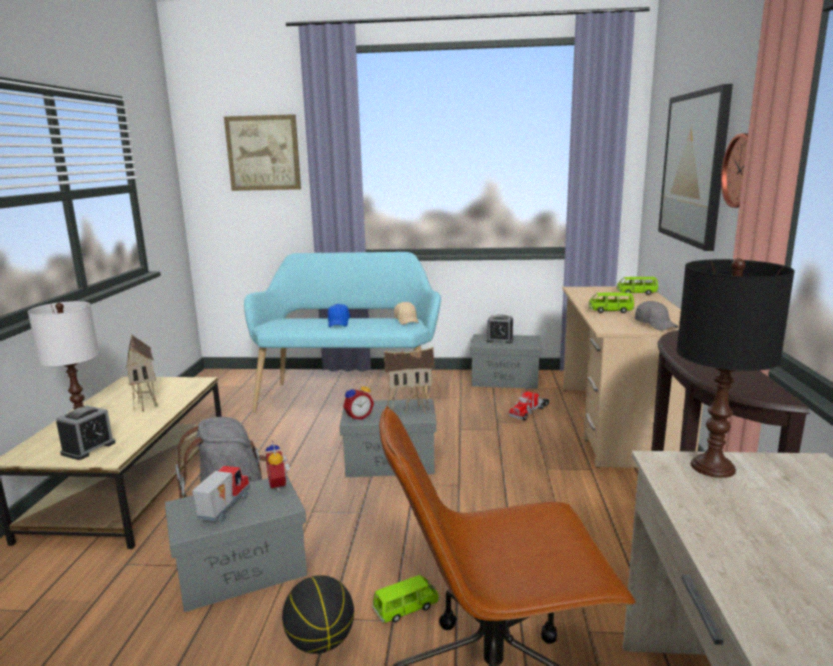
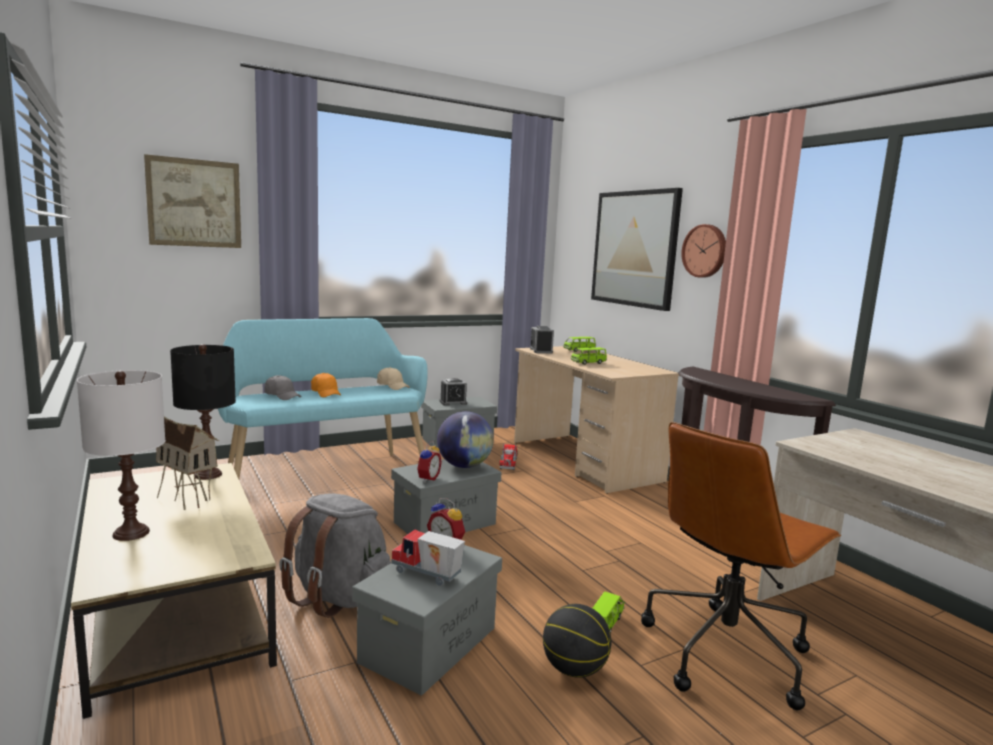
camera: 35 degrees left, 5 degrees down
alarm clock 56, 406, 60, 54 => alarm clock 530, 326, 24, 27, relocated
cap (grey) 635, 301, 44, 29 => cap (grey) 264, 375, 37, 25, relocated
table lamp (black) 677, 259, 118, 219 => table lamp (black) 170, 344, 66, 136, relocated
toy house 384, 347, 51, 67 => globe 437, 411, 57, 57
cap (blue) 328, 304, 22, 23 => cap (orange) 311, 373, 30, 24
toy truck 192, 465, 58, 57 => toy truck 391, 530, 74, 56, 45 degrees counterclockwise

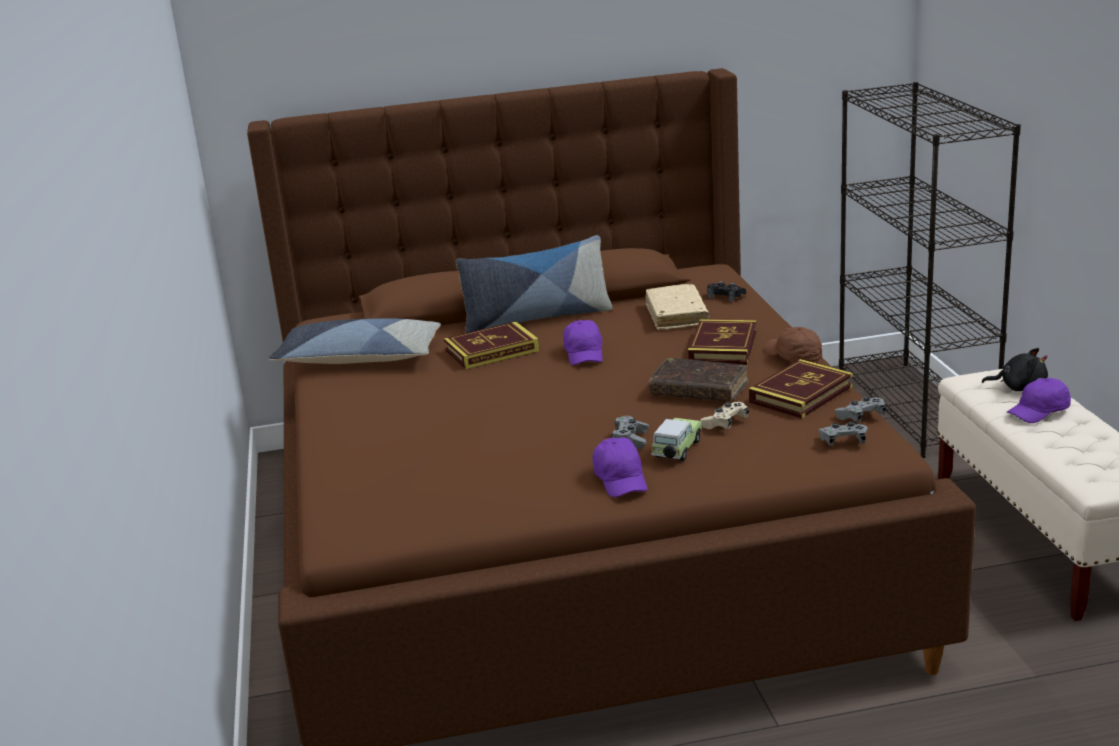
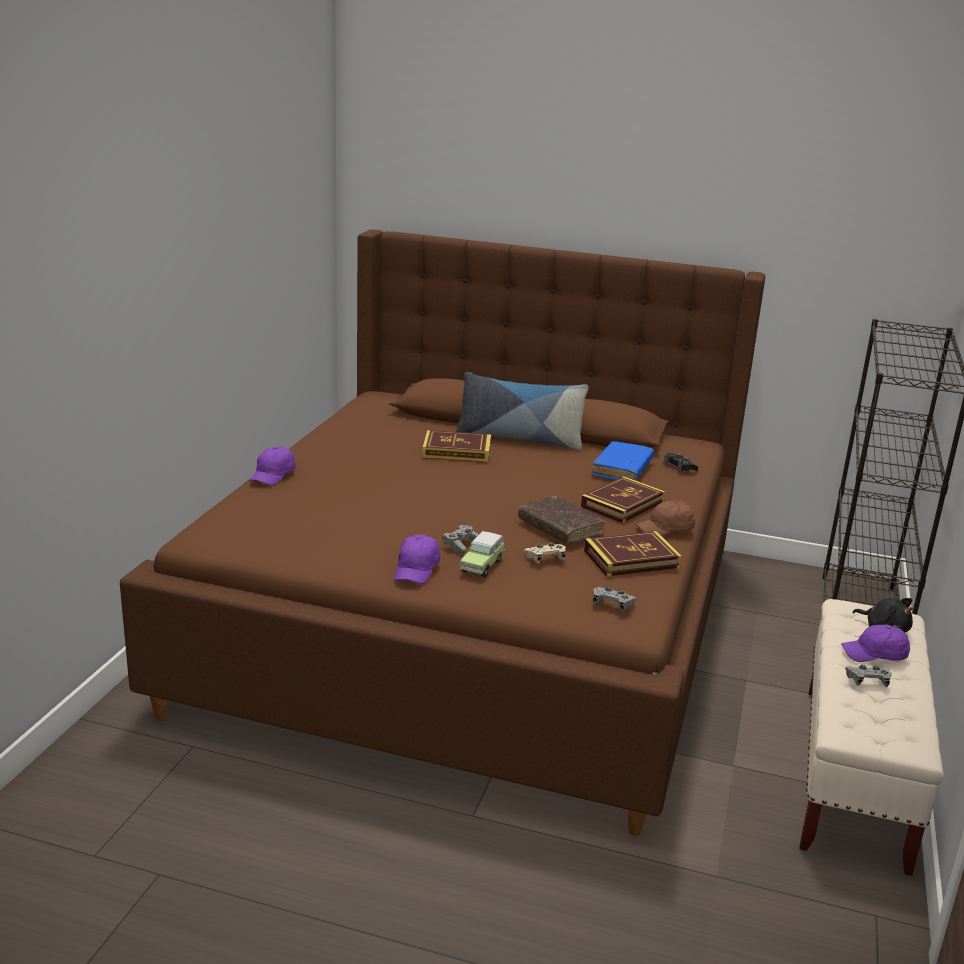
camera: 25 degrees right, 0 degrees up
pillow 269, 318, 172, 46 => nothing
cap (purple) 563, 320, 40, 45 => cap (purple) 249, 446, 47, 40, relocated
game controller (grey) 835, 397, 51, 26 => game controller (grey) 845, 665, 47, 22, relocated
book (beige) 645, 284, 64, 46 => book (blue) 592, 441, 62, 39
toy car 651, 418, 51, 43 => toy car 460, 531, 45, 46, 150 degrees clockwise
cap (brown) 764, 327, 58, 35 => cap (brown) 636, 501, 60, 35, 105 degrees counterclockwise

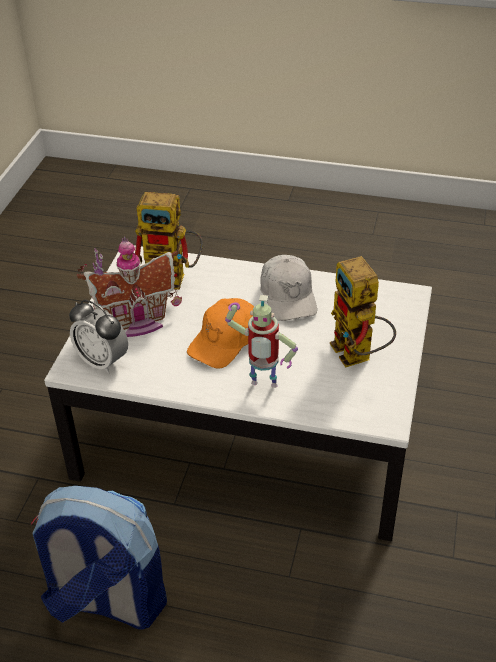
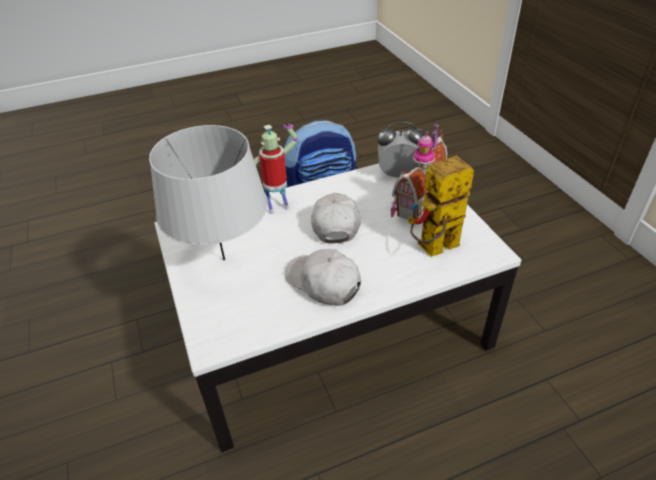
camera: 145 degrees right, 0 degrees up
toy robot 330, 256, 66, 112 => table lamp (grey) 149, 125, 119, 135
cap (orange) 187, 298, 67, 70 => cap (white) 311, 193, 50, 50

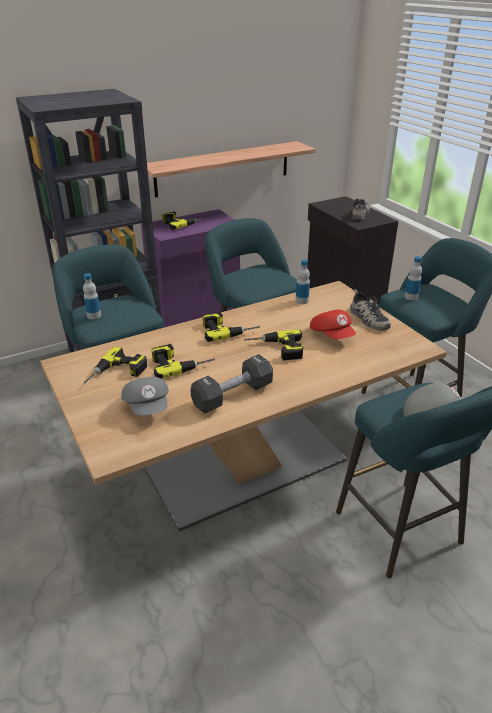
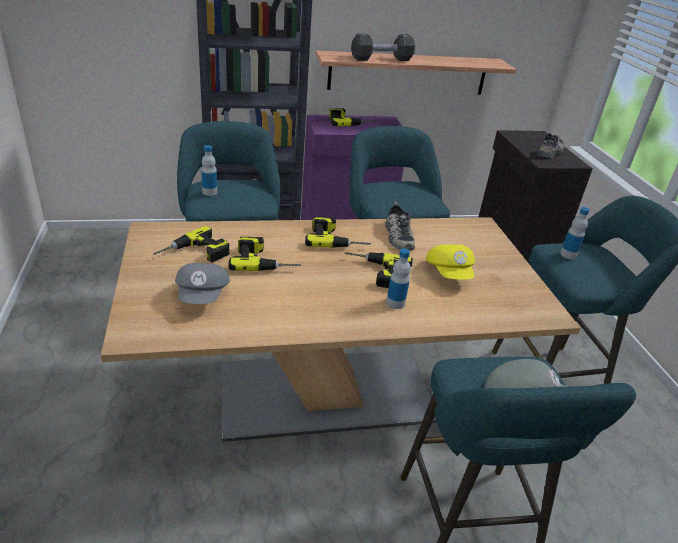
camera: 15 degrees right, 0 degrees up
dumbbell (black) 190, 354, 83, 59 => dumbbell (black) 351, 34, 64, 27, relocated
bottle 295, 260, 15, 44 => bottle 386, 248, 25, 61, relocated
shoe 350, 289, 41, 42 => shoe 385, 201, 30, 49, relocated
cap (red) 310, 310, 46, 29 => cap (yellow) 426, 245, 49, 35

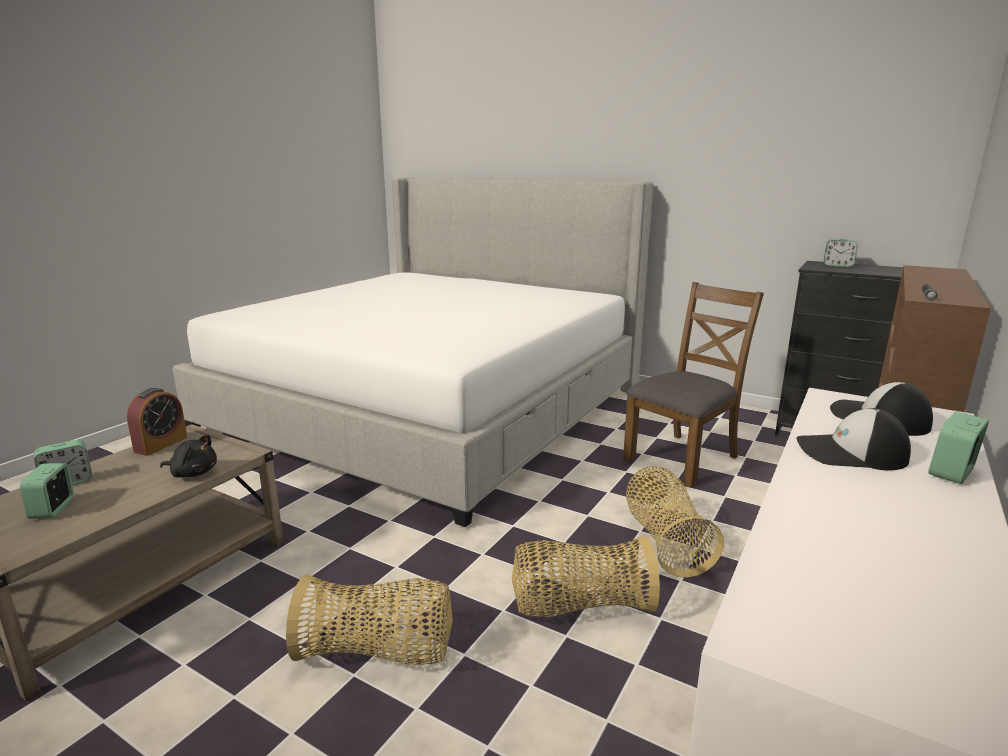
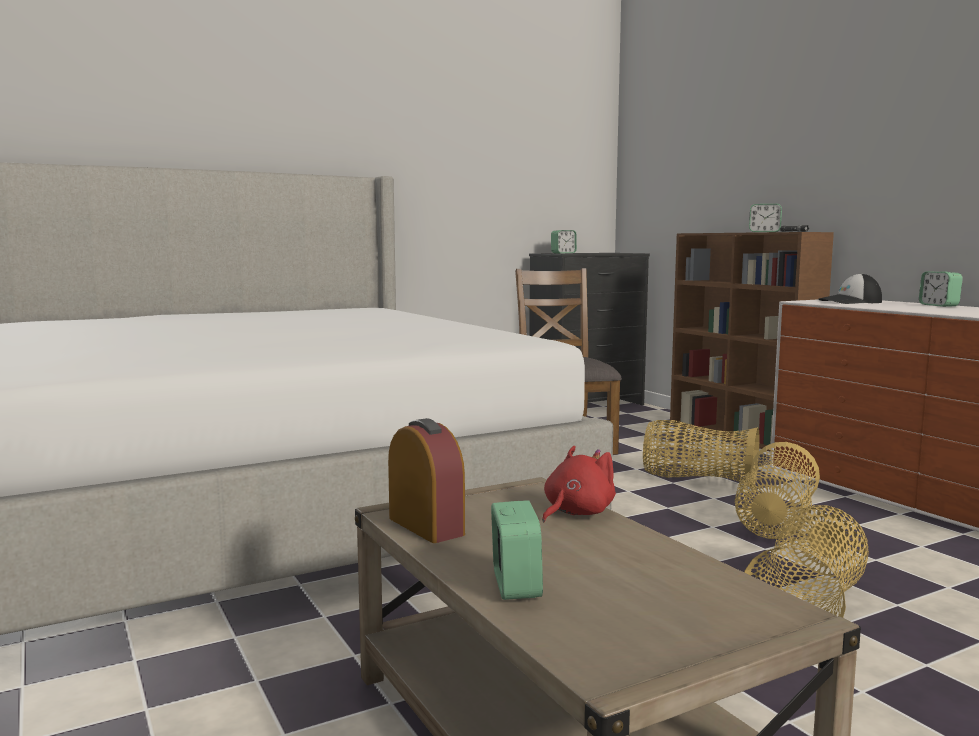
camera: 60 degrees left, 10 degrees down
cap 797, 408, 114, 62 => nothing
alarm clock 20, 463, 54, 56 => alarm clock 749, 204, 33, 28, relocated
plush toy (black) 160, 434, 57, 43 => plush toy (red) 542, 446, 74, 76

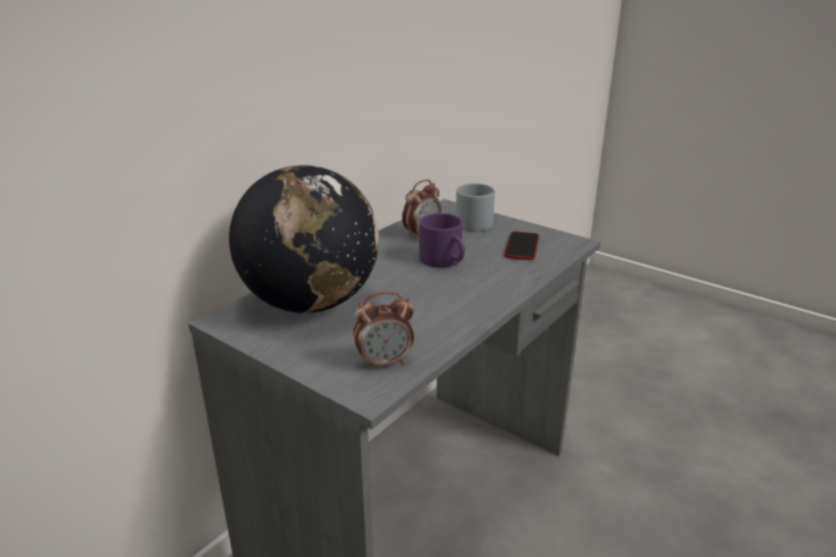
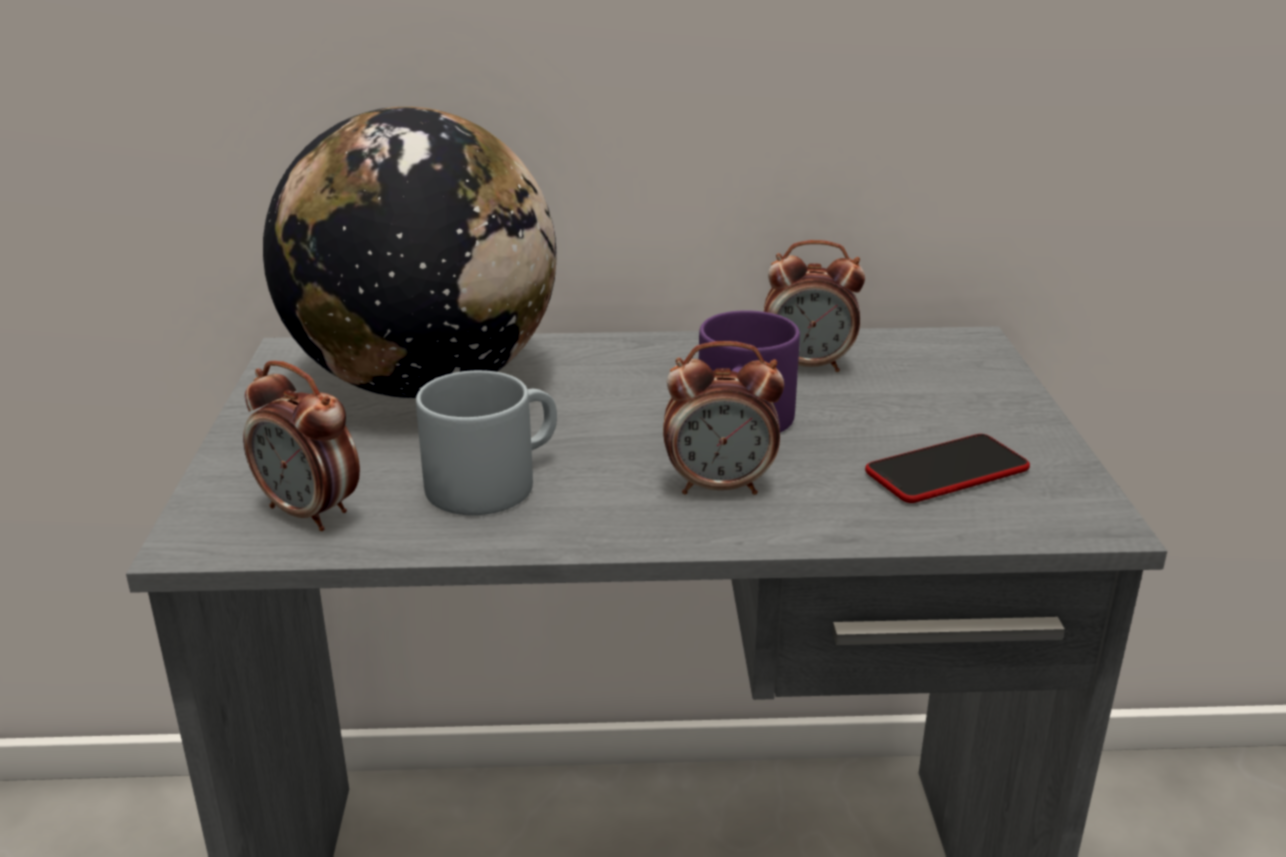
camera: 50 degrees right, 0 degrees up
nothing => alarm clock 663, 341, 121, 154
mug (grey) 456, 183, 39, 49 => mug (grey) 416, 370, 141, 145, relocated

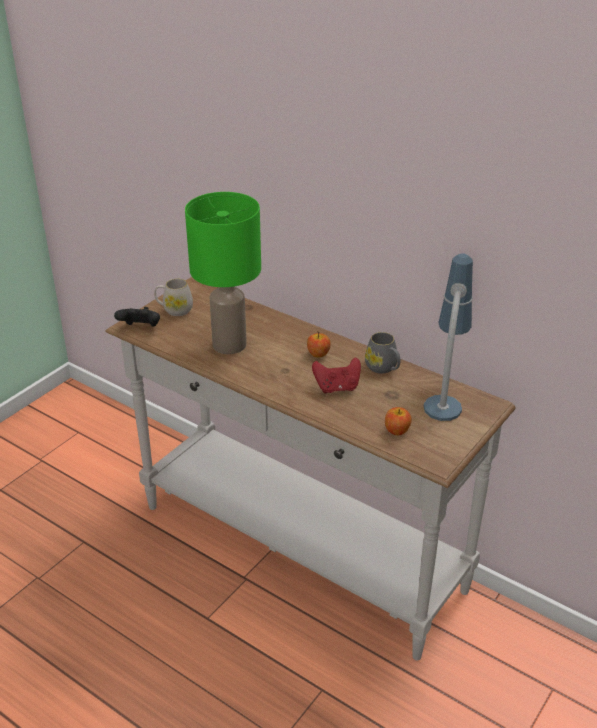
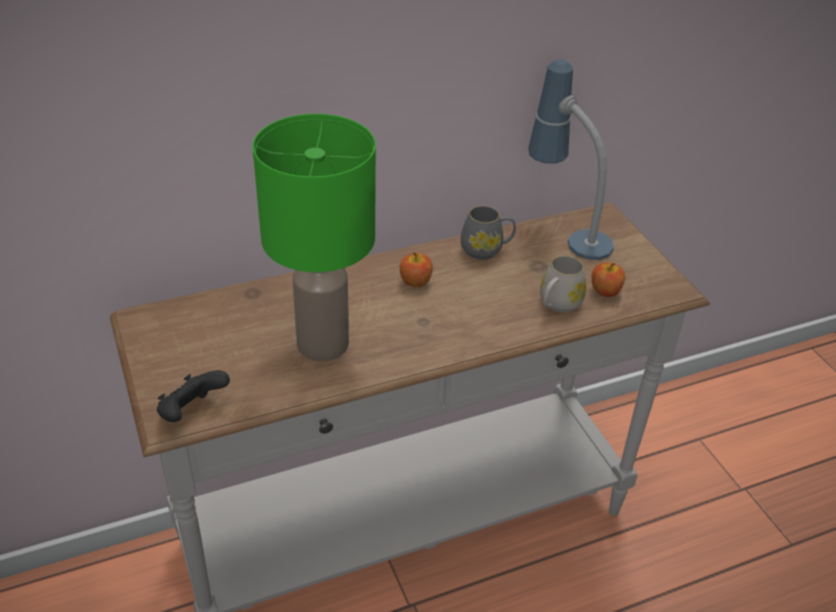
camera: 60 degrees left, 5 degrees up
game controller (red) 312, 358, 49, 35 => nothing
mug (white) 154, 279, 39, 37 => mug (white) 540, 255, 46, 57, relocated

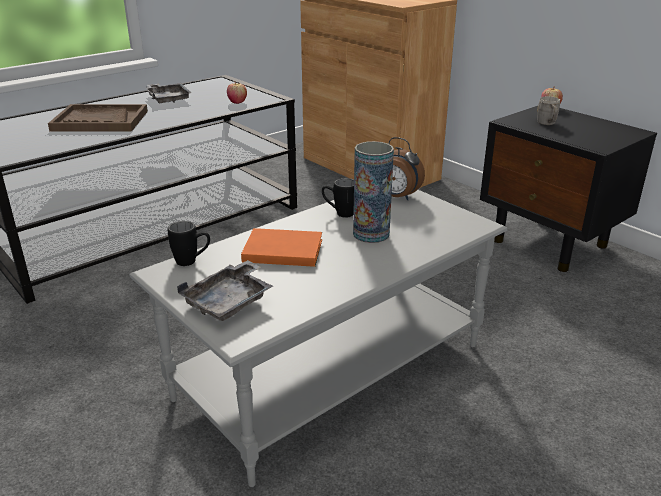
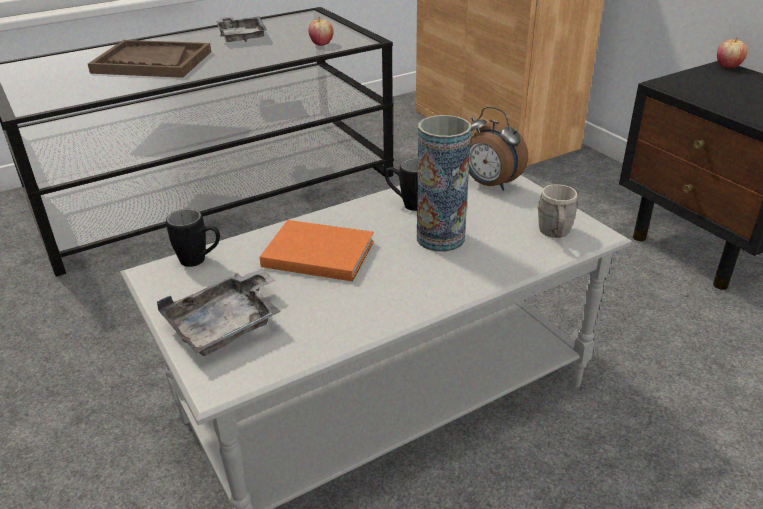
camera: 10 degrees right, 5 degrees up
mug (grey) 537, 96, 23, 29 => mug (grey) 537, 184, 40, 54, relocated

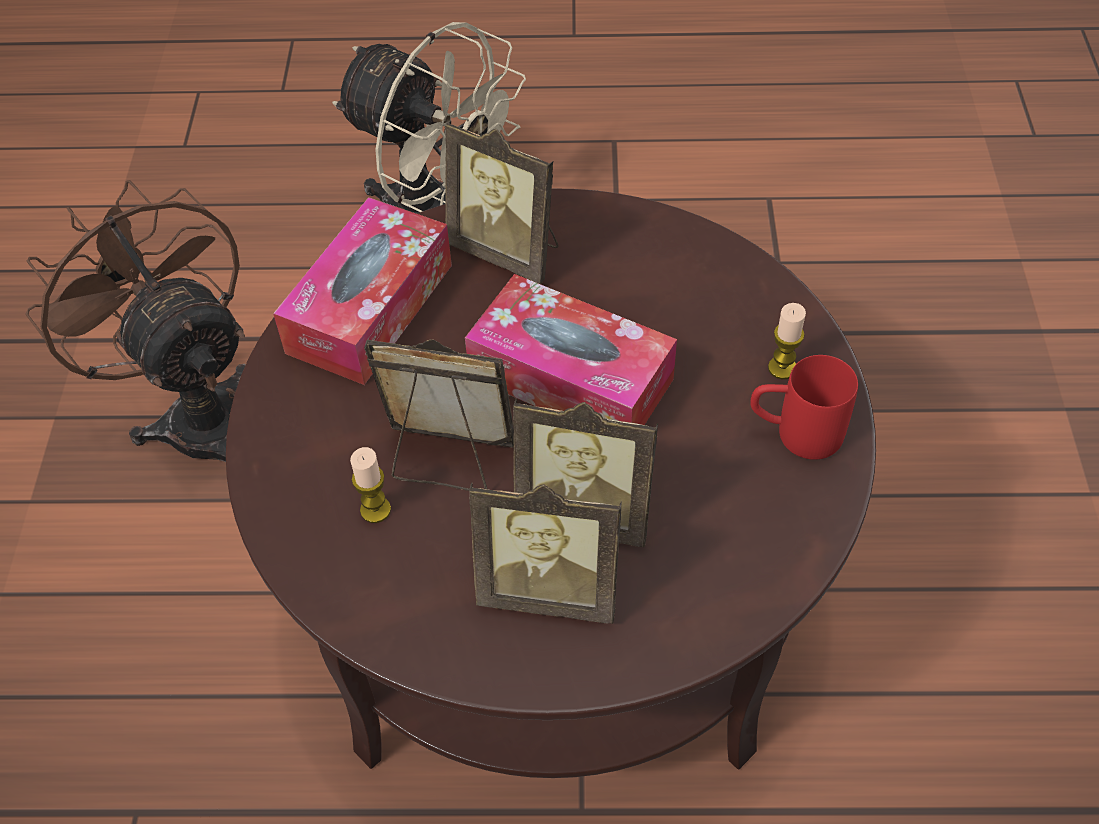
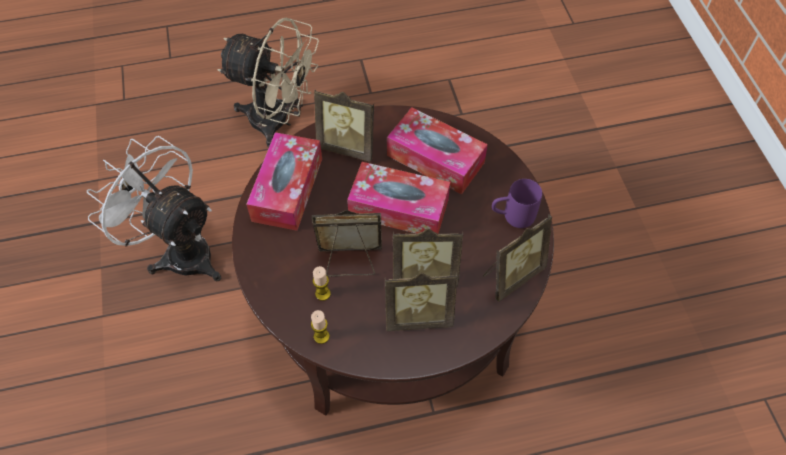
camera: 15 degrees left, 5 degrees up
nothing => tissue box 387, 107, 101, 87
nothing => picture frame 483, 214, 69, 88
candle 768, 303, 38, 76 => candle 311, 310, 19, 34, relocated
fan (brown) 26, 180, 220, 282 => fan (white) 87, 136, 134, 145
mug (red) 751, 355, 107, 105 => mug (purple) 492, 179, 50, 49

